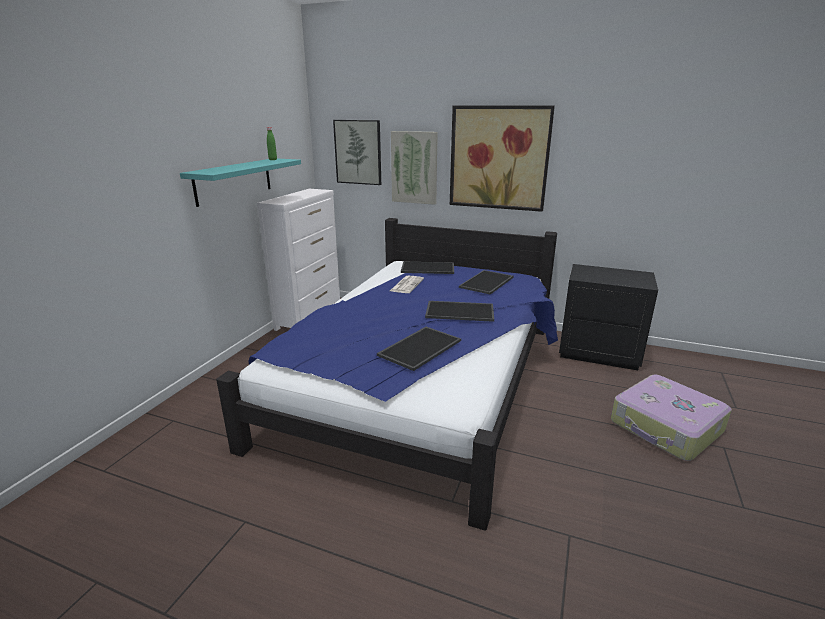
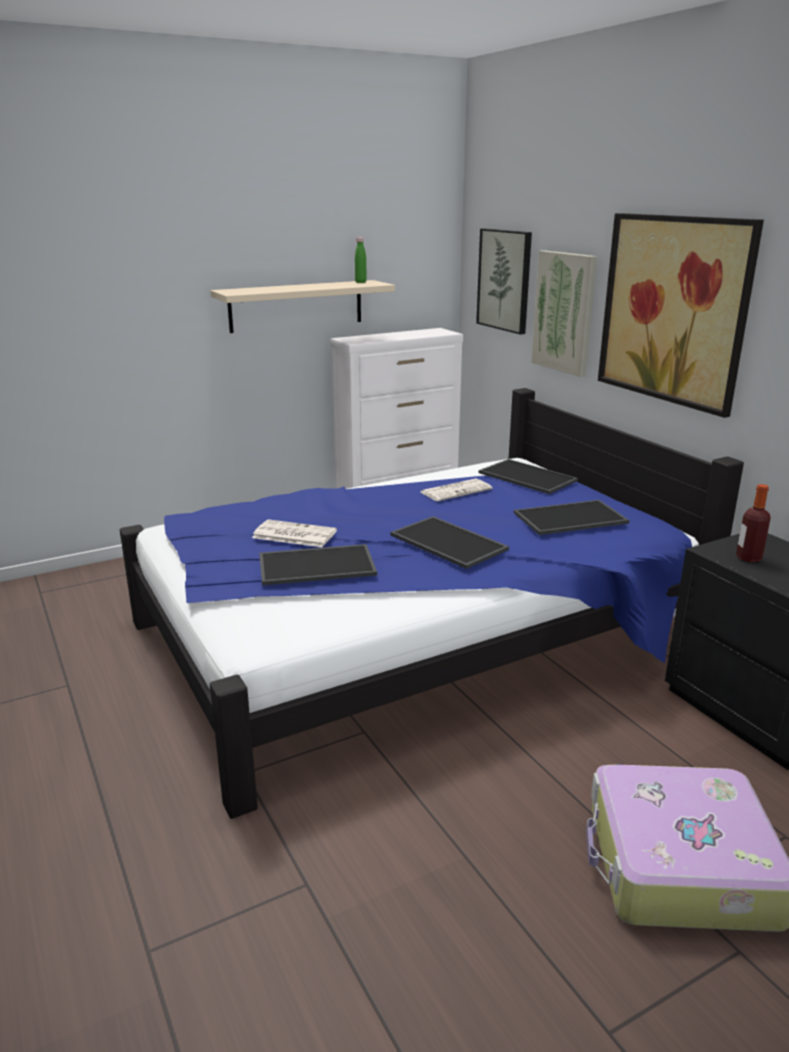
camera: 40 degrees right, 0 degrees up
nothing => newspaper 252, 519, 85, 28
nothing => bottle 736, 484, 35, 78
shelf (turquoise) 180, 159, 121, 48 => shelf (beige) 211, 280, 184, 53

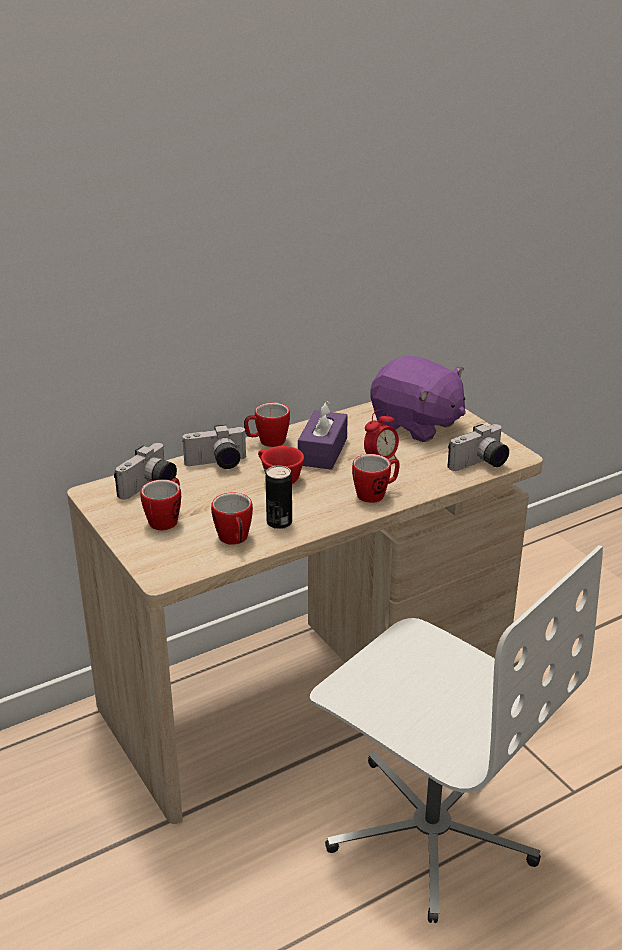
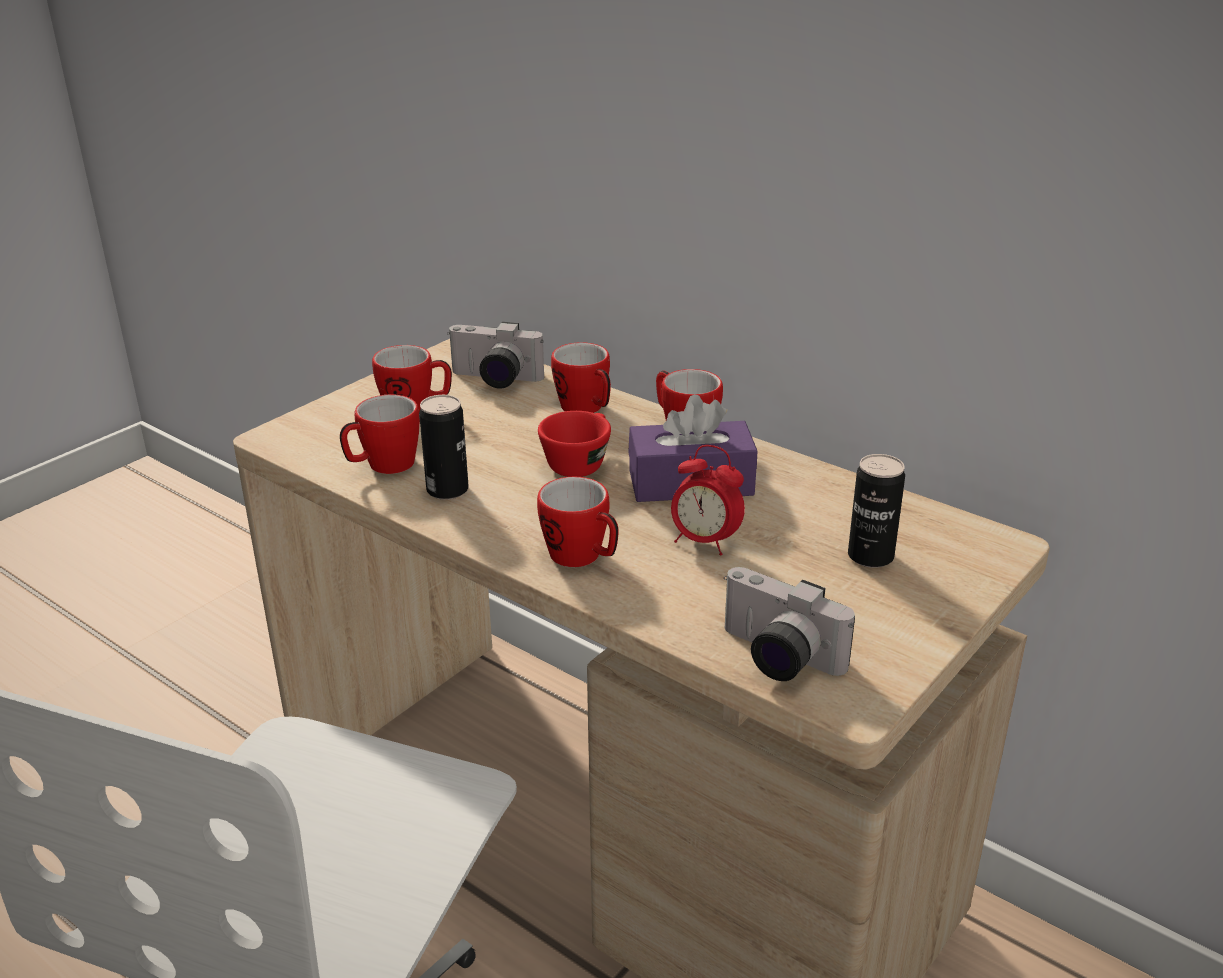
camera: 70 degrees right, 0 degrees up
photo camera 182, 424, 64, 45 => mug 551, 342, 60, 71
plush toy (purple) 370, 356, 96, 86 => can 848, 454, 57, 114

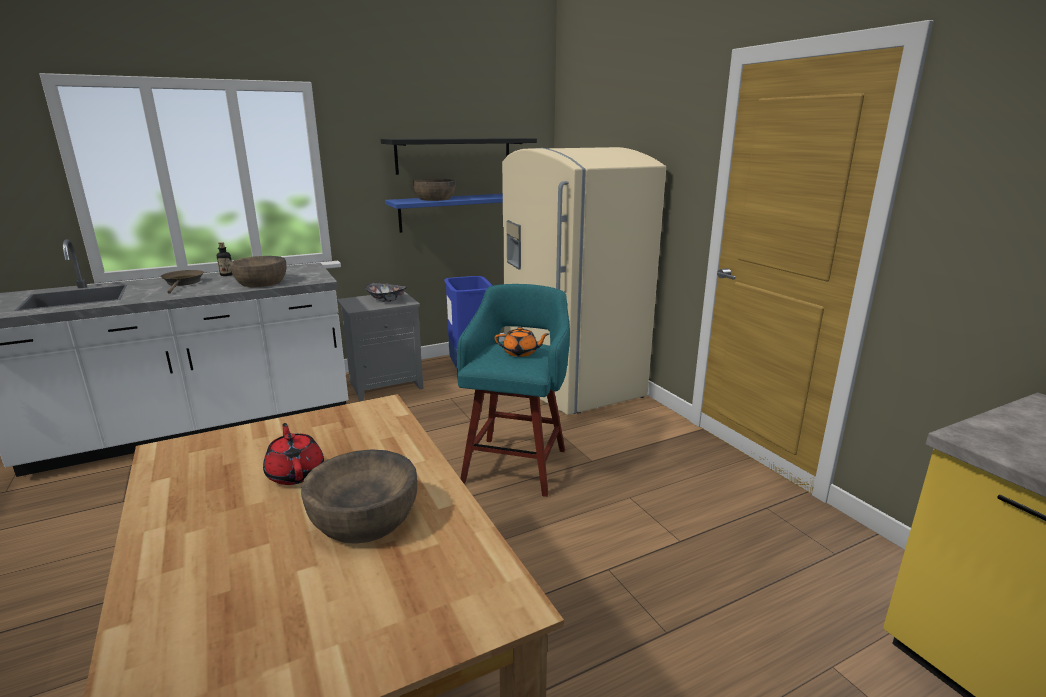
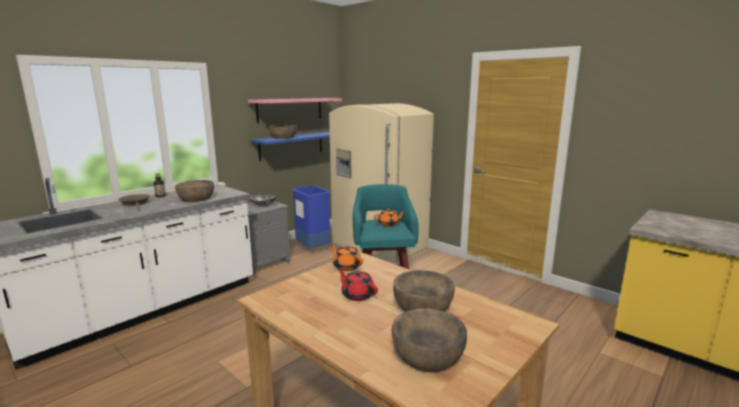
camera: 20 degrees left, 5 degrees down
nothing => teapot (orange) 331, 244, 32, 27
nothing => bowl (brown) 392, 308, 75, 64
shelf (black) 381, 138, 156, 37 => shelf (pink) 248, 98, 94, 25

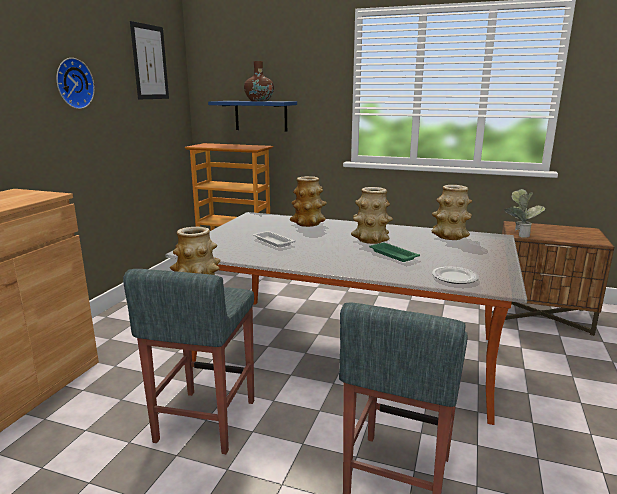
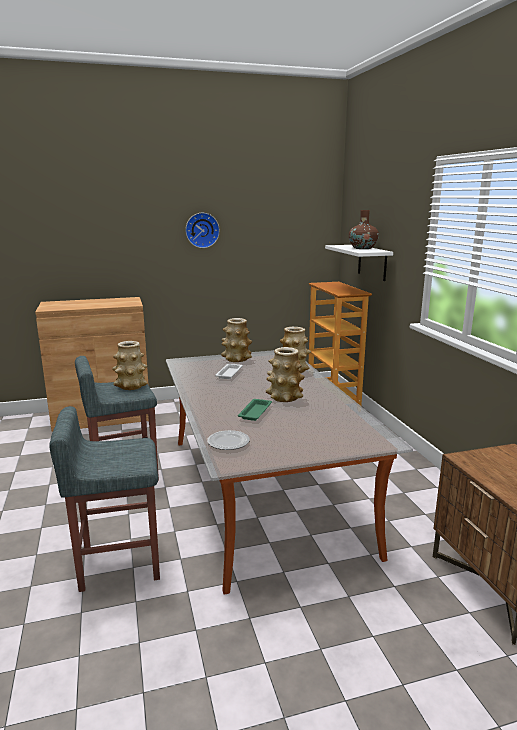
camera: 55 degrees right, 0 degrees up
picture 130, 21, 39, 78 => nothing
potted plant 504, 189, 41, 49 => nothing
vase 432, 185, 40, 55 => vase 221, 318, 31, 44, relocated
shelf (blue) 208, 101, 89, 31 => shelf (white) 325, 245, 68, 36

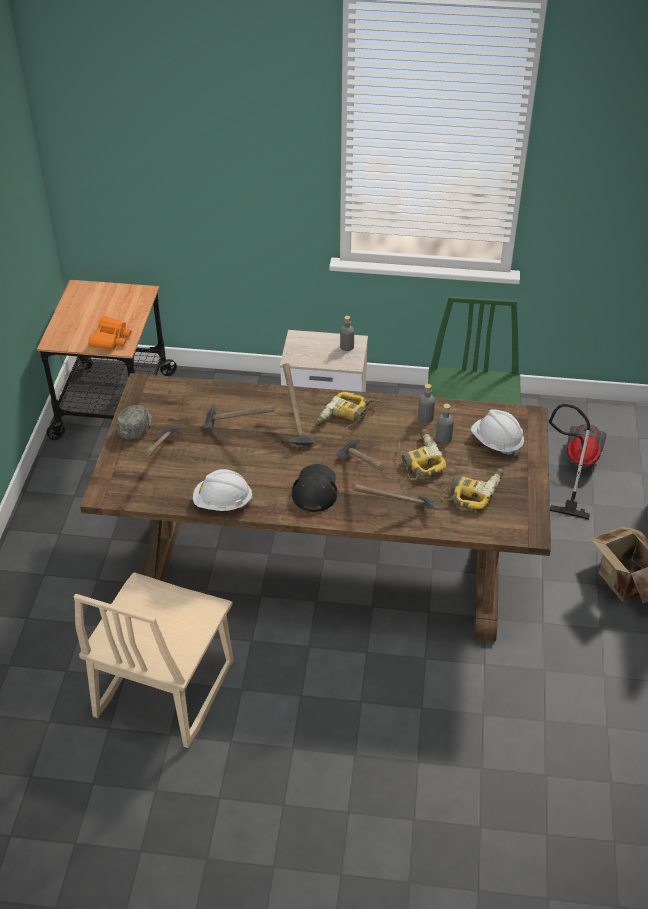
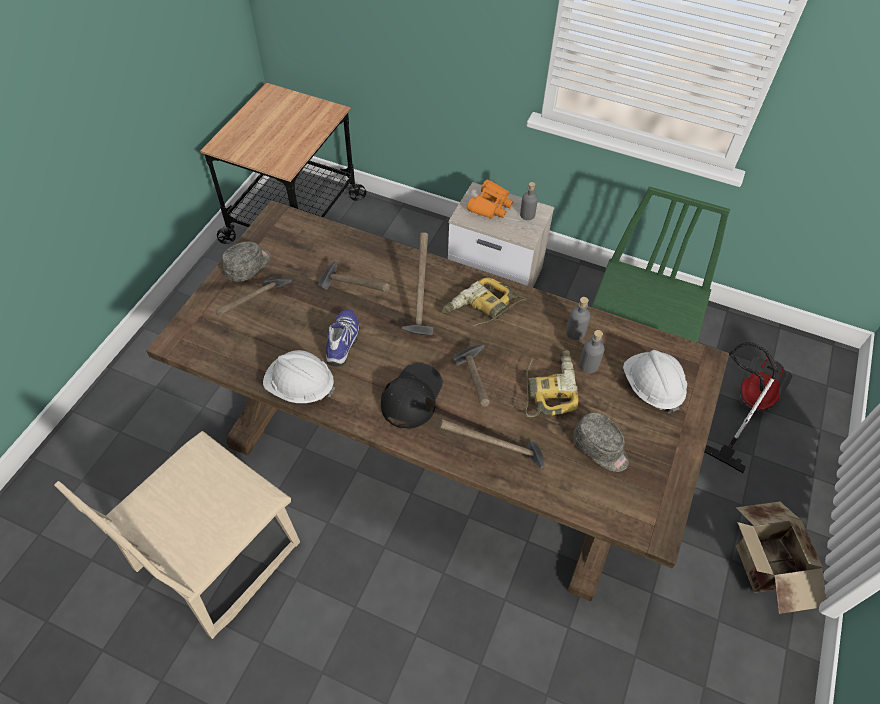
camera: 15 degrees right, 10 degrees up
nothing => shoe 326, 309, 34, 58
binoculars (orange) 88, 316, 44, 34 => binoculars (orange) 467, 180, 46, 39, relocated
power drill 440, 466, 64, 43 => cap (grey) 573, 413, 56, 59

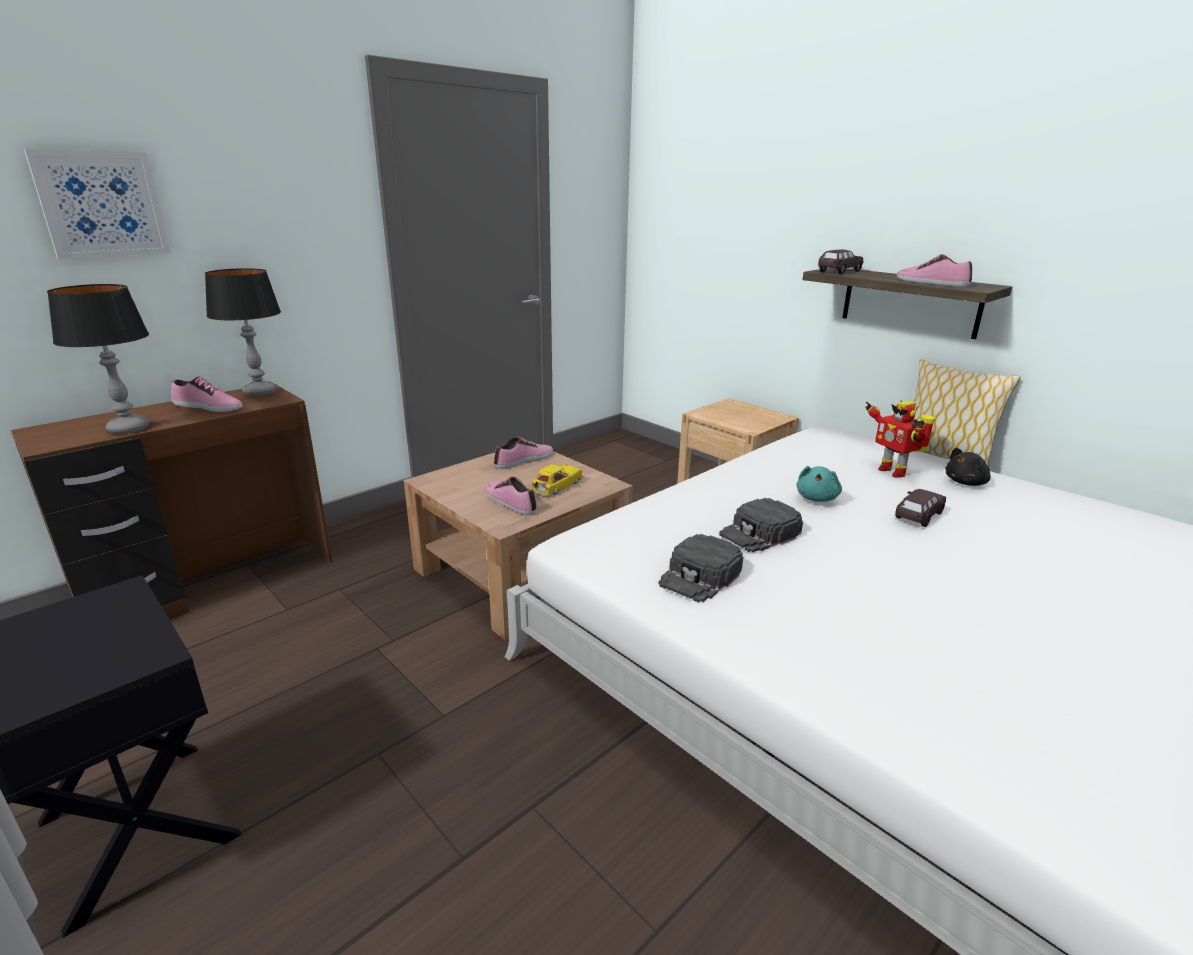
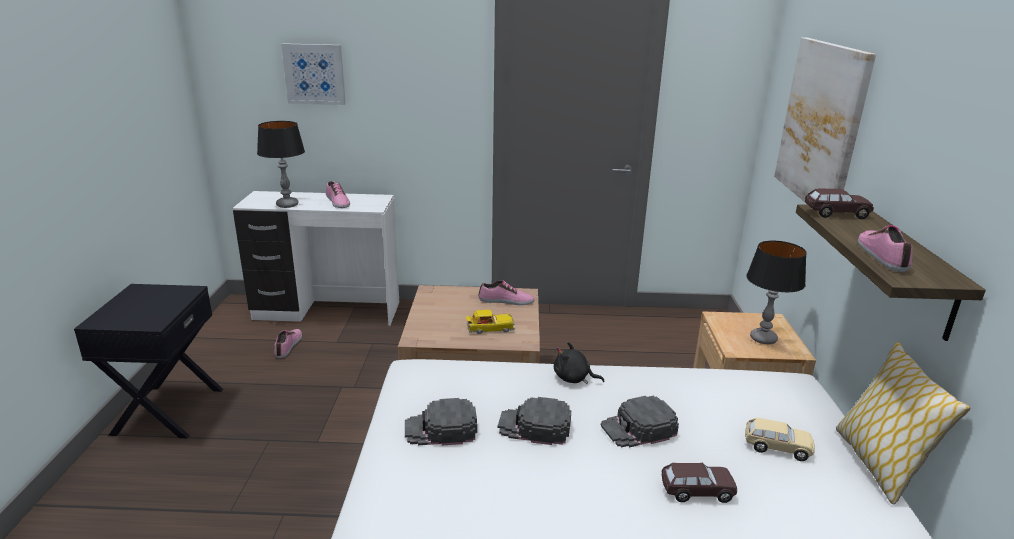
camera: 45 degrees right, 0 degrees up
nothing => picture 774, 37, 102, 165
table lamp 205, 268, 76, 128 => table lamp 746, 241, 61, 103, relocated
shoe 485, 477, 53, 38 => shoe 274, 329, 28, 29, relocated
plush toy (black) 946, 448, 45, 38 => plush toy (black) 554, 342, 51, 42, relocated
plush toy (turquoise) 796, 466, 46, 36 => cap (black) 601, 396, 78, 52
toy robot 865, 400, 70, 78 => toy car (beige) 745, 418, 70, 43
desk (brown) 11, 383, 322, 237 => desk (white) 233, 191, 166, 135

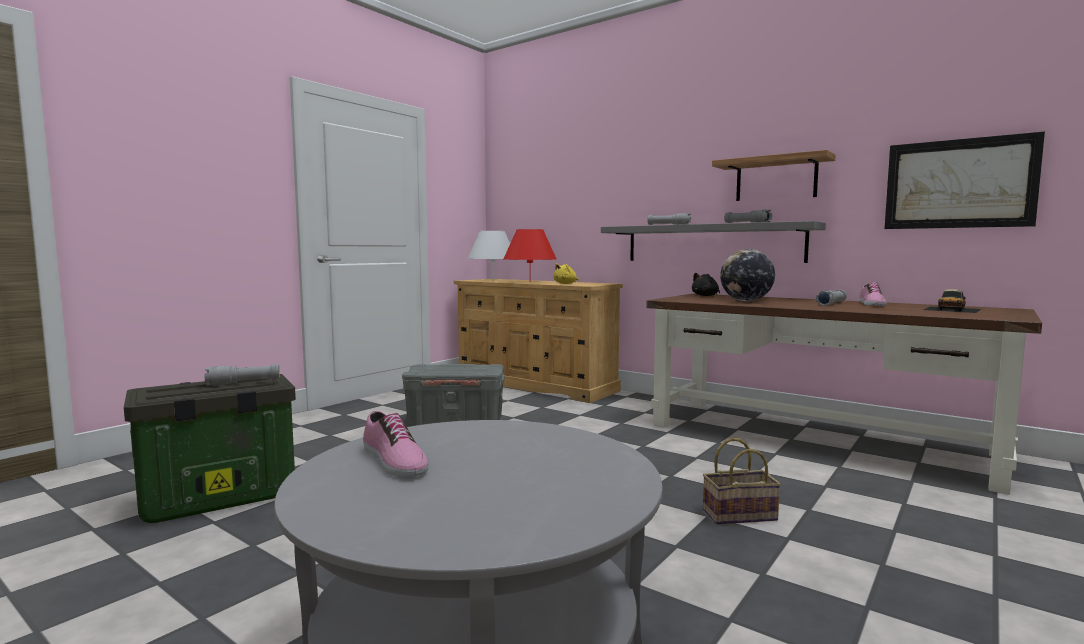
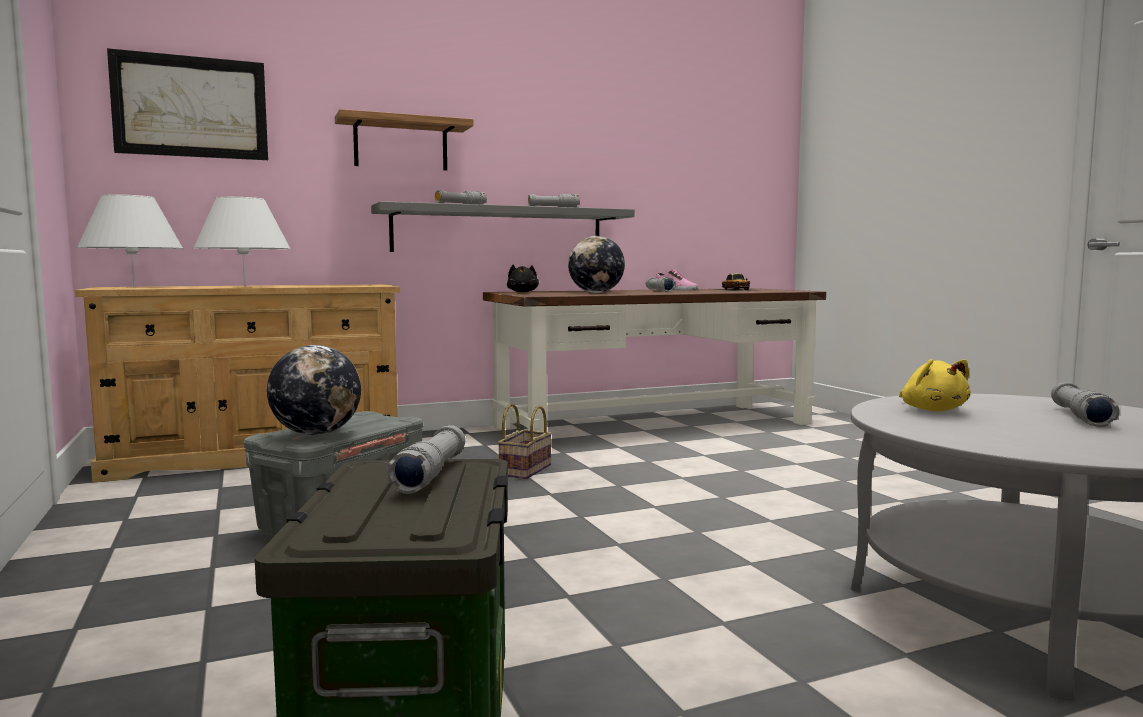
camera: 60 degrees left, 0 degrees up
shoe 363, 411, 66, 66 => nothing
nothing => globe 267, 345, 94, 90
nothing => flashlight (grey) 1051, 382, 69, 45
plush toy (yellow) 554, 263, 25, 21 => plush toy (yellow) 899, 359, 72, 53, relocated
basket 703, 438, 78, 87 => basket 498, 404, 54, 75, relocated
shelf 712, 150, 124, 51 => shelf 335, 109, 139, 61, relocated
picture 884, 131, 161, 98 => picture 107, 48, 161, 112, relocated
table lamp (red) 504, 229, 52, 53 => table lamp (white) 193, 197, 98, 90

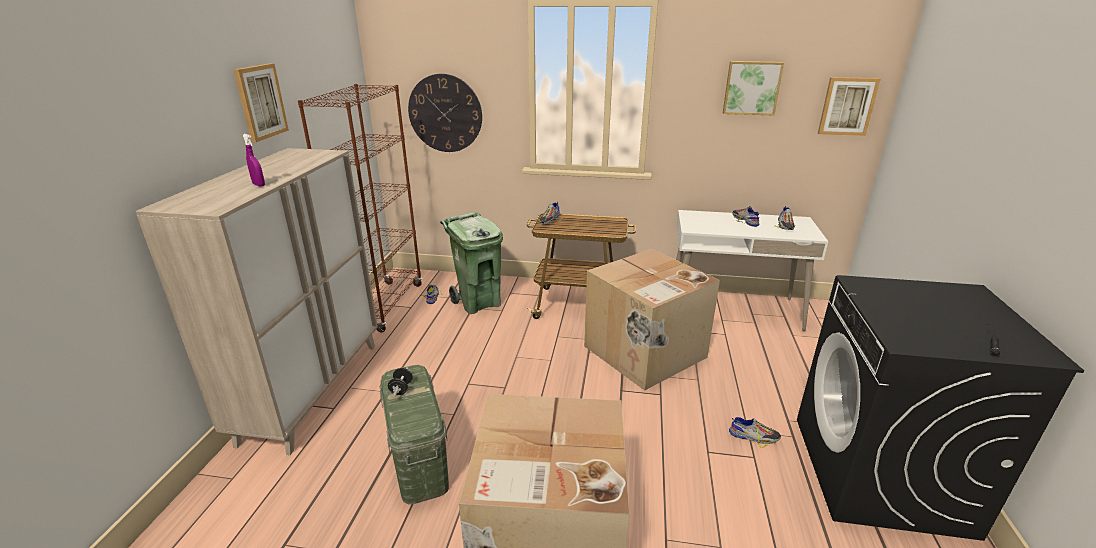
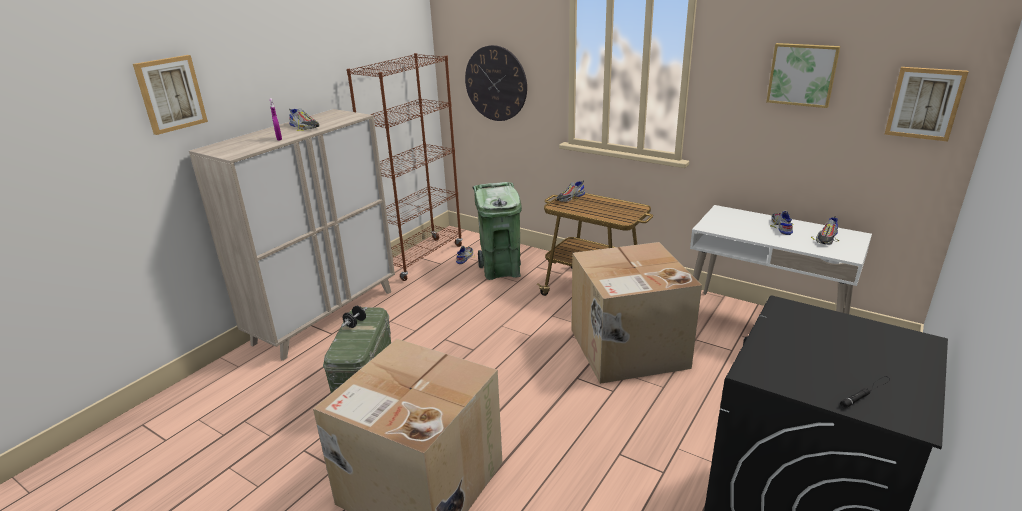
camera: 25 degrees right, 0 degrees up
picture 234, 63, 55, 79 => picture 133, 55, 75, 80, relocated
shoe 729, 417, 52, 31 => shoe 289, 108, 31, 23, relocated

